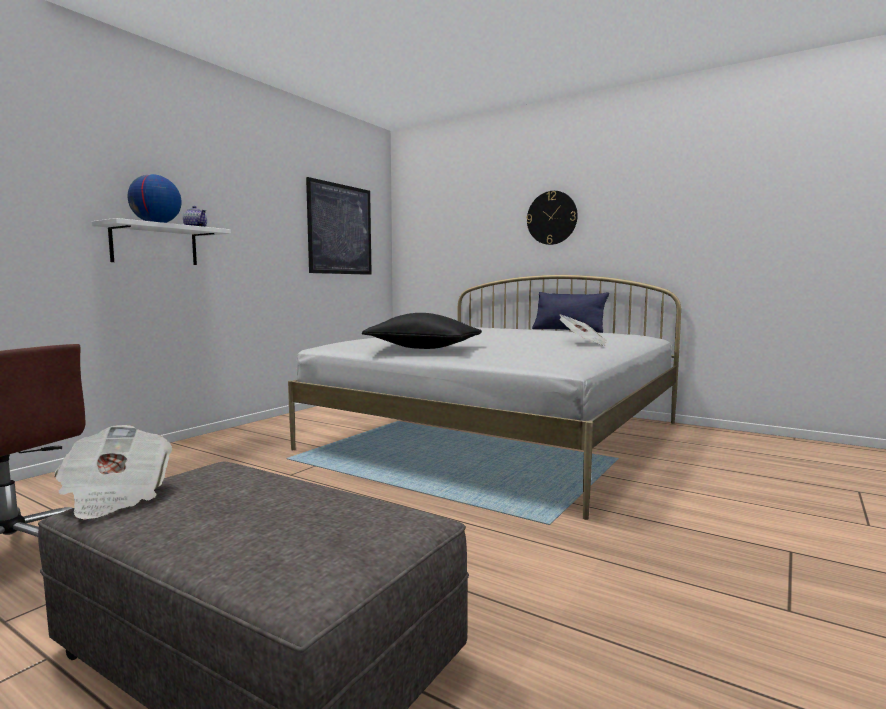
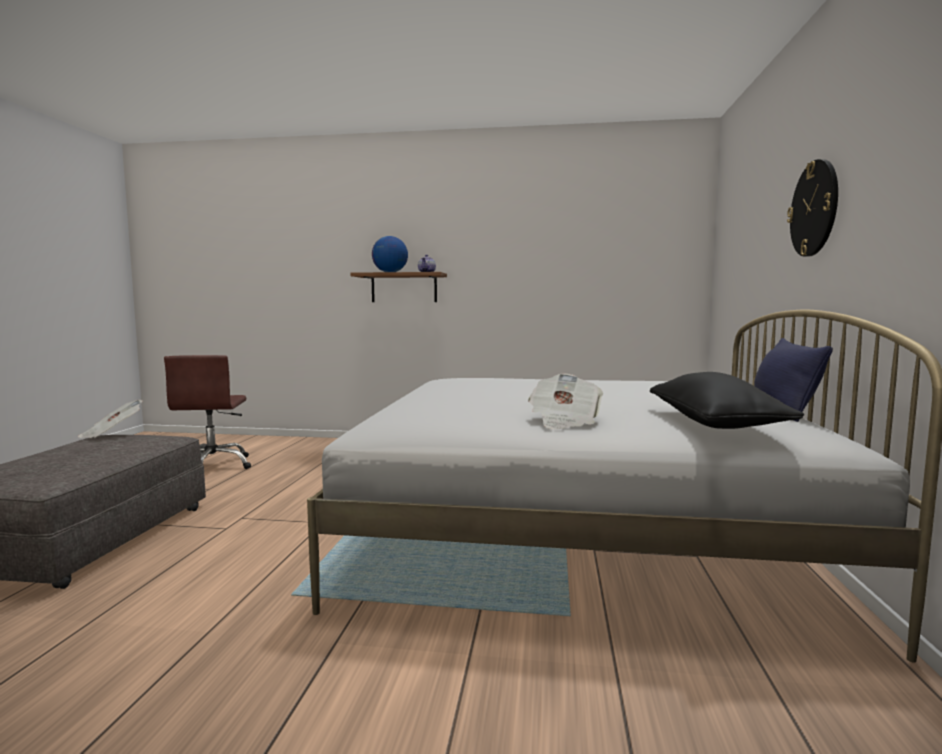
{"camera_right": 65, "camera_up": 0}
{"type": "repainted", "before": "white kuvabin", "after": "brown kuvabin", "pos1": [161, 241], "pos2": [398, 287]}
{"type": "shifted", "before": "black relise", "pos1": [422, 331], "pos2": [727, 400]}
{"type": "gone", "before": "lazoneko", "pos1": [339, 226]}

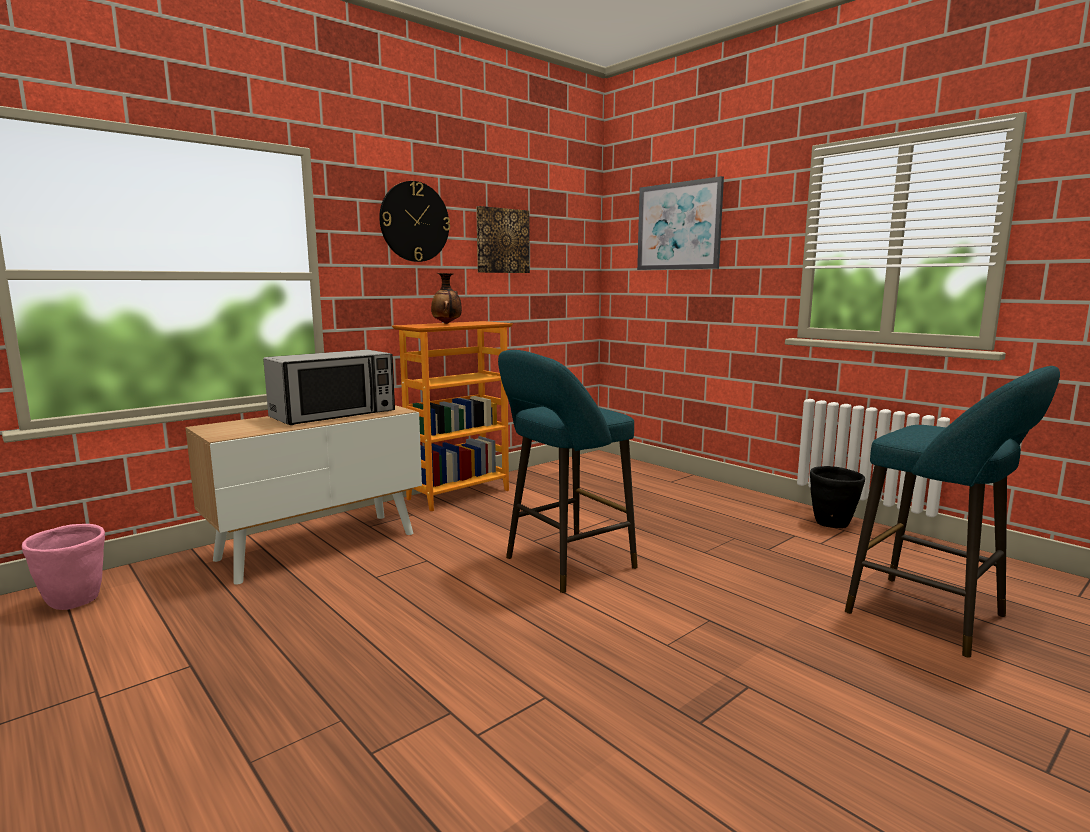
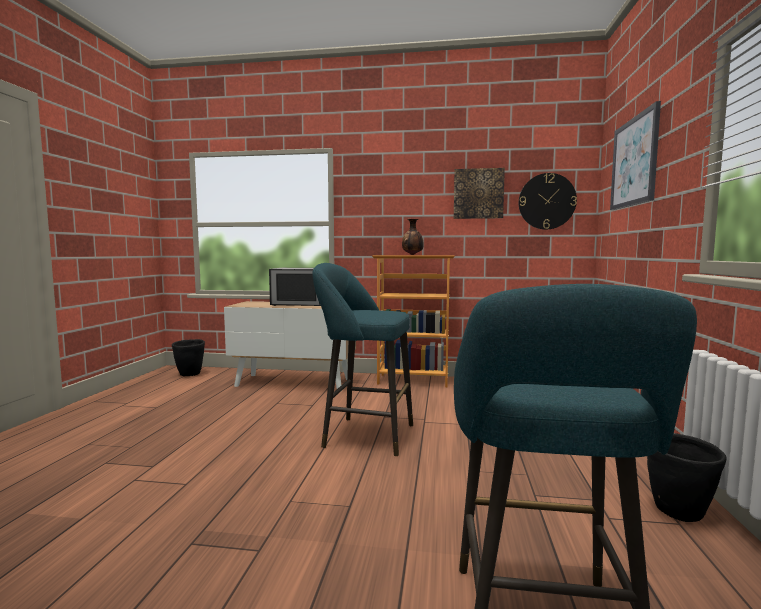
{"camera_right": 50, "camera_up": -5}
{"type": "repainted", "before": "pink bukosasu", "after": "black bukosasu", "pos1": [63, 567], "pos2": [188, 357]}
{"type": "shifted", "before": "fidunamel", "pos1": [414, 221], "pos2": [548, 201]}

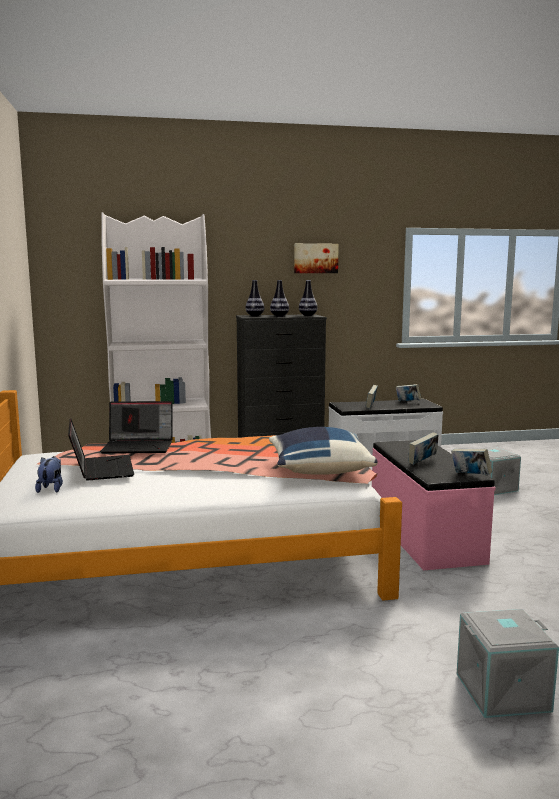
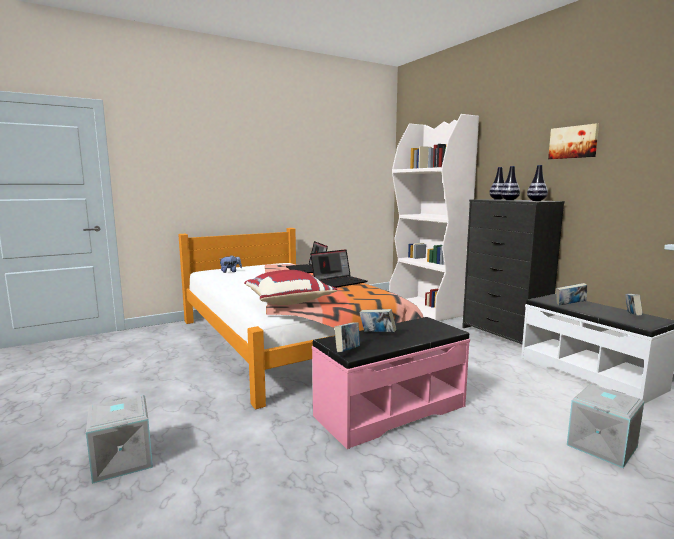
{"camera_right": 70, "camera_up": 0}
{"type": "repainted", "before": "blue relise", "after": "red relise", "pos1": [323, 451], "pos2": [290, 287]}
{"type": "shifted", "before": "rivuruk", "pos1": [101, 449], "pos2": [338, 268]}

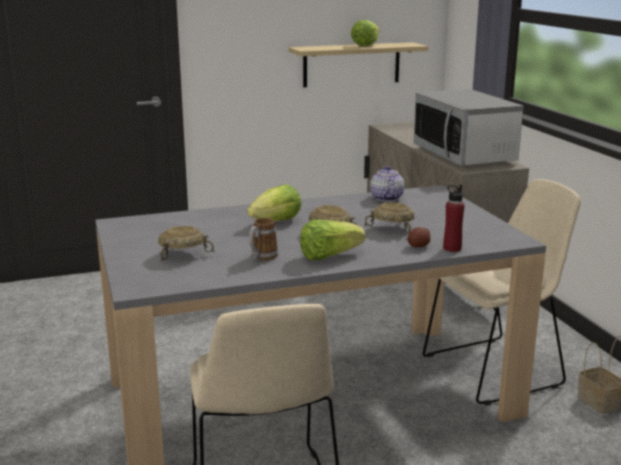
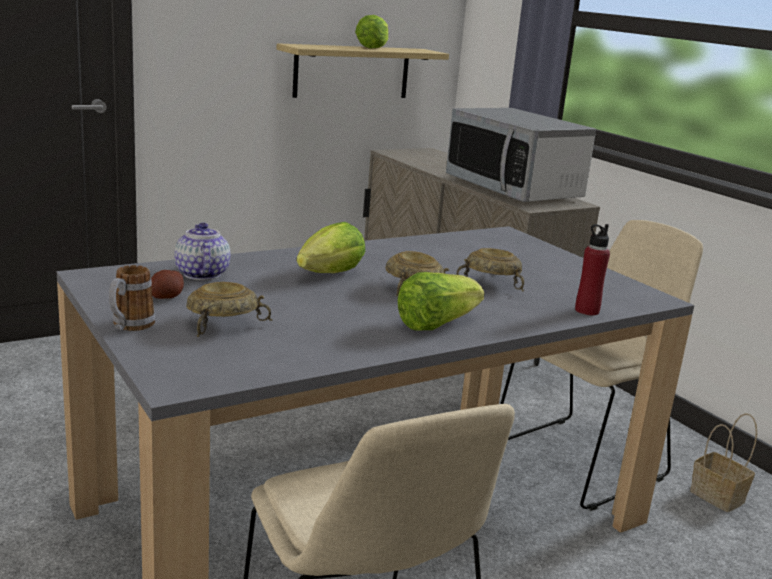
{"camera_right": -15, "camera_up": 0}
{"type": "shifted", "before": "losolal", "pos1": [263, 239], "pos2": [132, 298]}
{"type": "shifted", "before": "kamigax", "pos1": [419, 237], "pos2": [167, 284]}
{"type": "shifted", "before": "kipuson", "pos1": [387, 184], "pos2": [202, 251]}

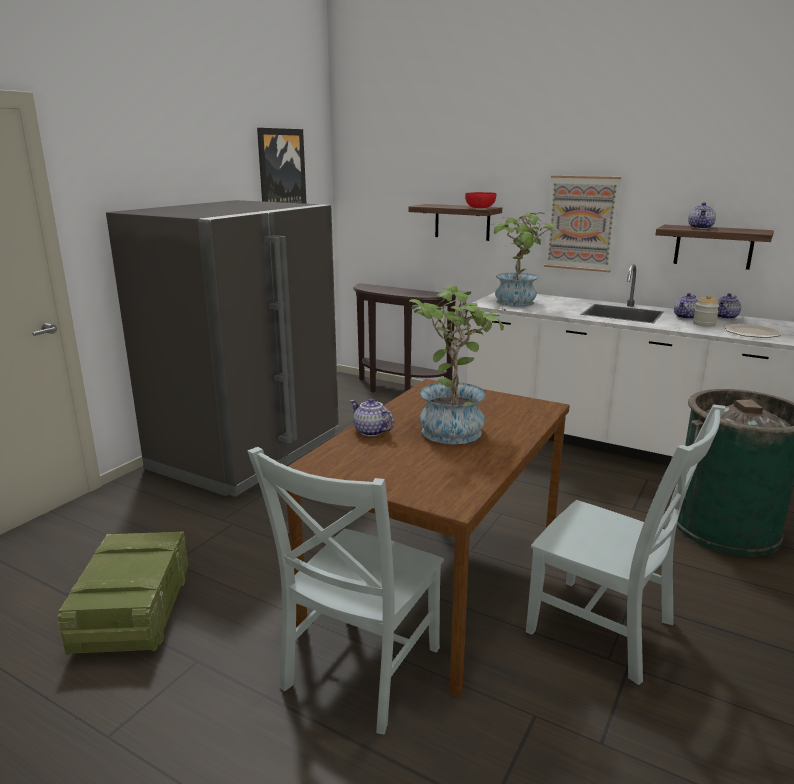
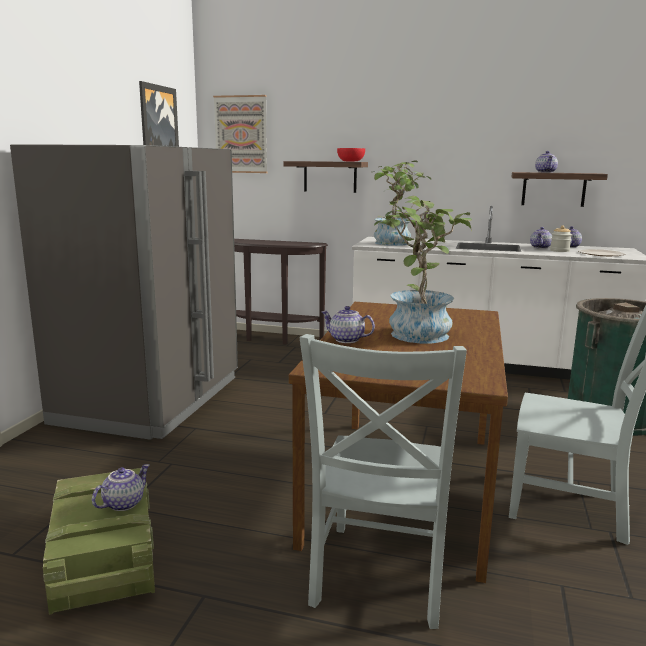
{"camera_right": -15, "camera_up": -5}
{"type": "new", "after": "kipuson", "pos2": [121, 487]}
{"type": "shifted", "before": "lazoneko", "pos1": [582, 223], "pos2": [240, 134]}

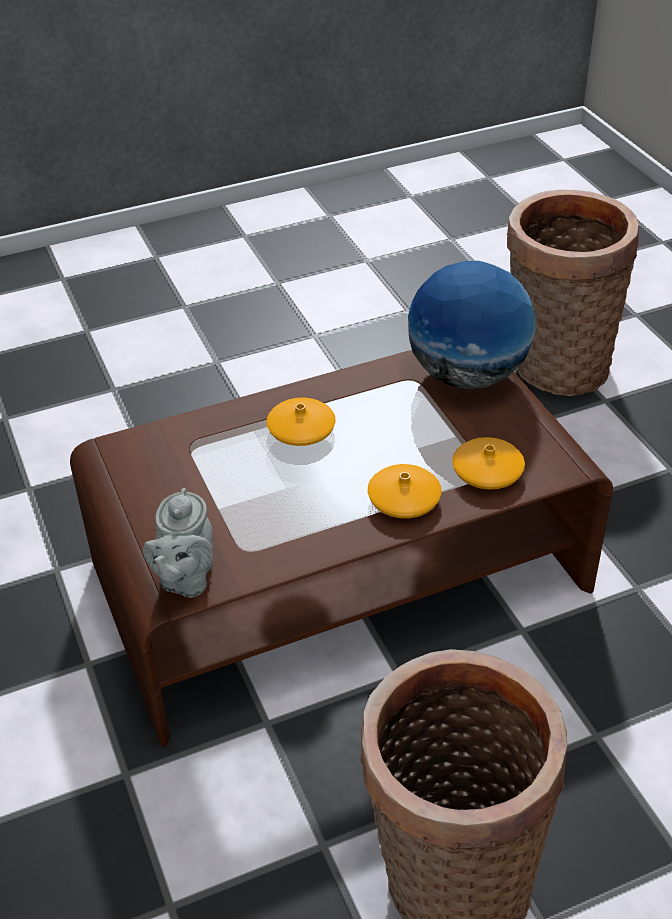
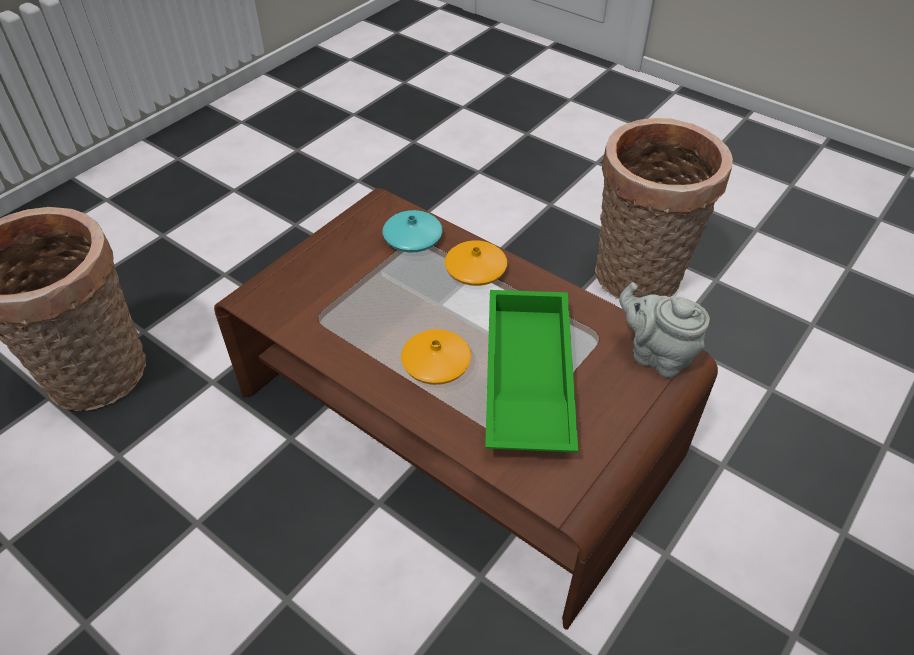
{"camera_right": -120, "camera_up": 5}
{"type": "repainted", "before": "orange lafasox", "after": "turquoise lafasox", "pos1": [488, 463], "pos2": [413, 231]}
{"type": "new", "after": "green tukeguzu", "pos2": [531, 371]}
{"type": "rotated", "before": "grey kipuson", "pos1": [178, 543], "pos2": [664, 330], "turn": -120}
{"type": "gone", "before": "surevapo", "pos1": [471, 325]}

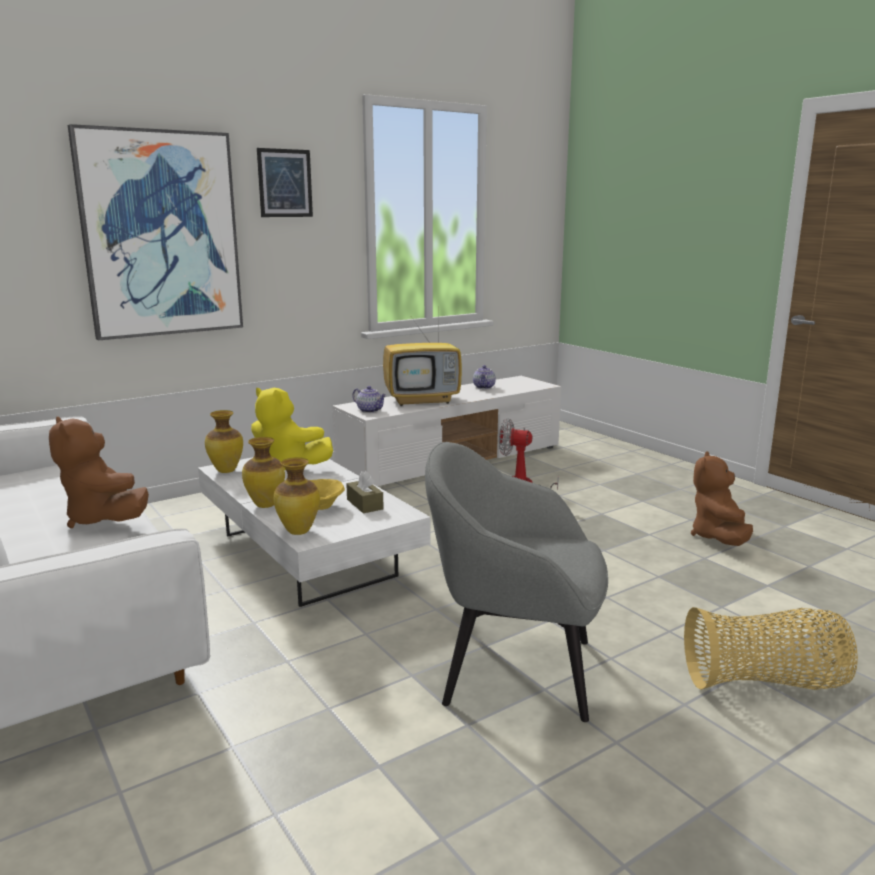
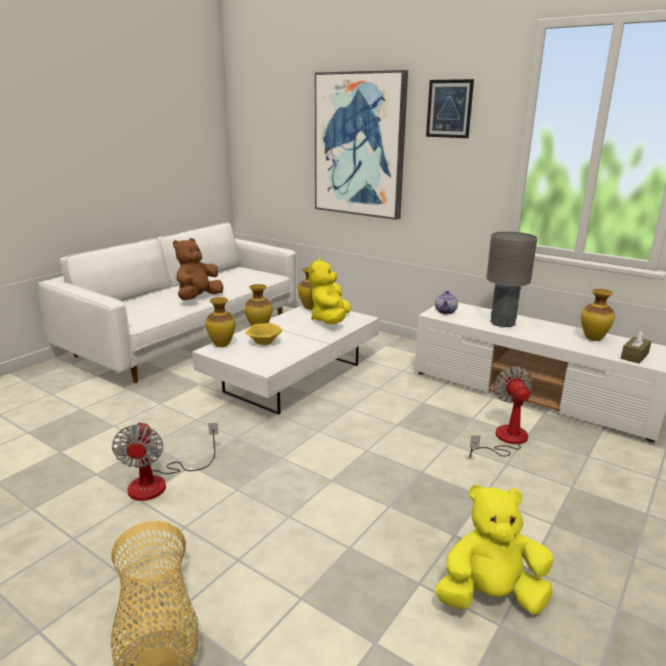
{"camera_right": 70, "camera_up": 5}
{"type": "swapped", "before": "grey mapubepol", "after": "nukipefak", "pos1": [516, 582], "pos2": [165, 461]}
{"type": "repainted", "before": "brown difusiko", "after": "yellow difusiko", "pos1": [722, 498], "pos2": [494, 549]}
{"type": "swapped", "before": "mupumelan", "after": "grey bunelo", "pos1": [422, 360], "pos2": [511, 279]}
{"type": "swapped", "before": "kipuson", "after": "lafasox", "pos1": [484, 377], "pos2": [598, 315]}
{"type": "shifted", "before": "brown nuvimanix", "pos1": [365, 492], "pos2": [636, 347]}

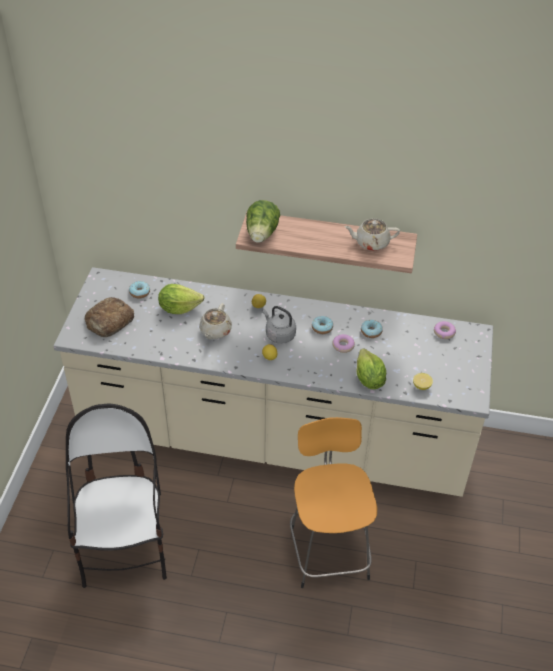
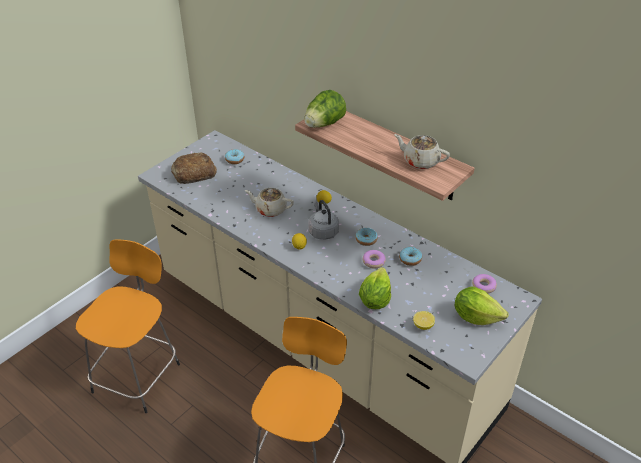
{"camera_right": 30, "camera_up": -5}
{"type": "swapped", "before": "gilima", "after": "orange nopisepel", "pos1": [116, 495], "pos2": [128, 326]}
{"type": "rotated", "before": "beige kipuson", "pos1": [215, 321], "pos2": [269, 202], "turn": 60}
{"type": "shifted", "before": "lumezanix", "pos1": [181, 299], "pos2": [481, 305]}

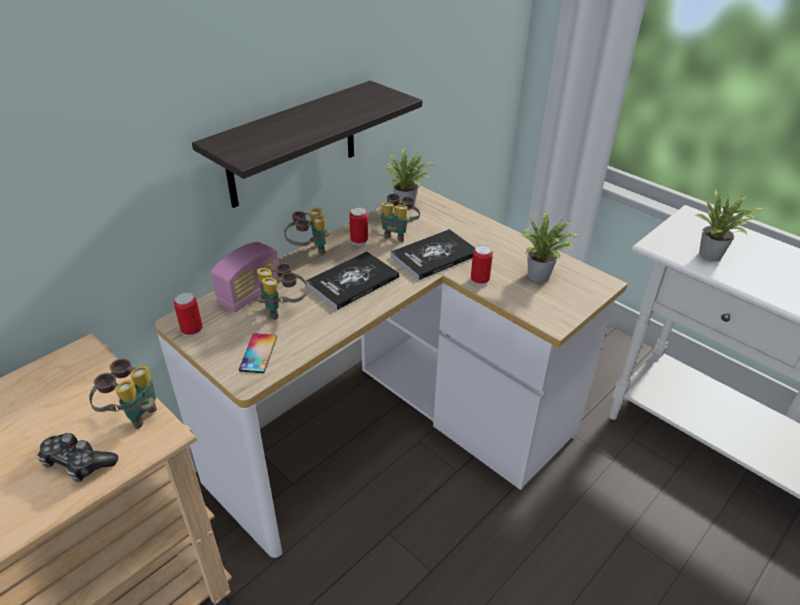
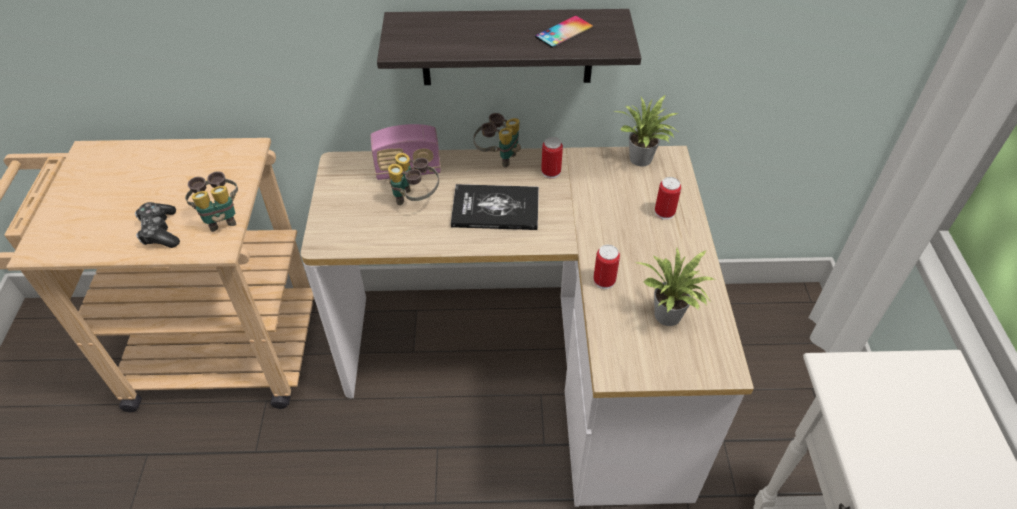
{"camera_right": 45, "camera_up": 10}
{"type": "shifted", "before": "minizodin", "pos1": [258, 353], "pos2": [564, 32]}
{"type": "shifted", "before": "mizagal", "pos1": [188, 314], "pos2": [668, 198]}
{"type": "gone", "before": "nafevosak", "pos1": [400, 218]}
{"type": "gone", "before": "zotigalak", "pos1": [433, 254]}
{"type": "gone", "before": "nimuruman", "pos1": [729, 225]}

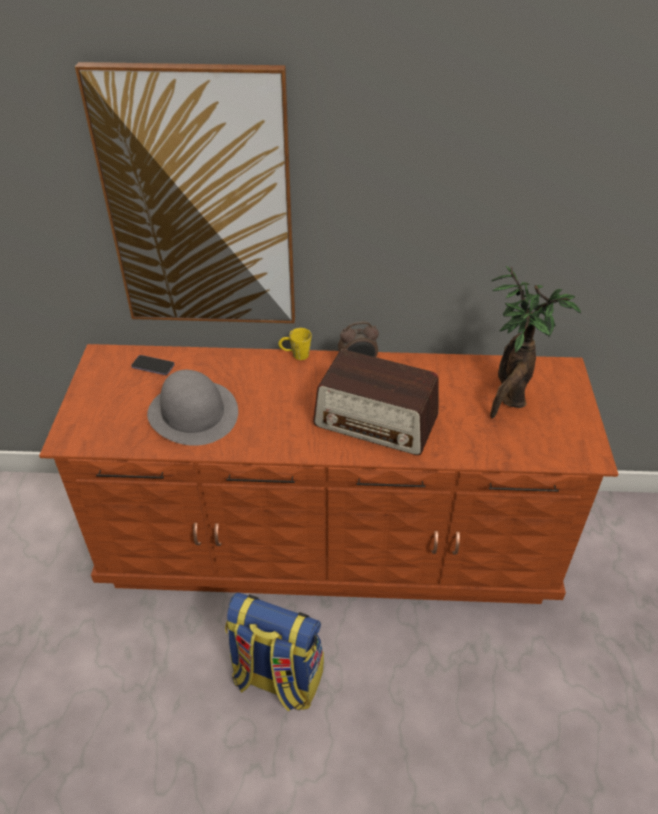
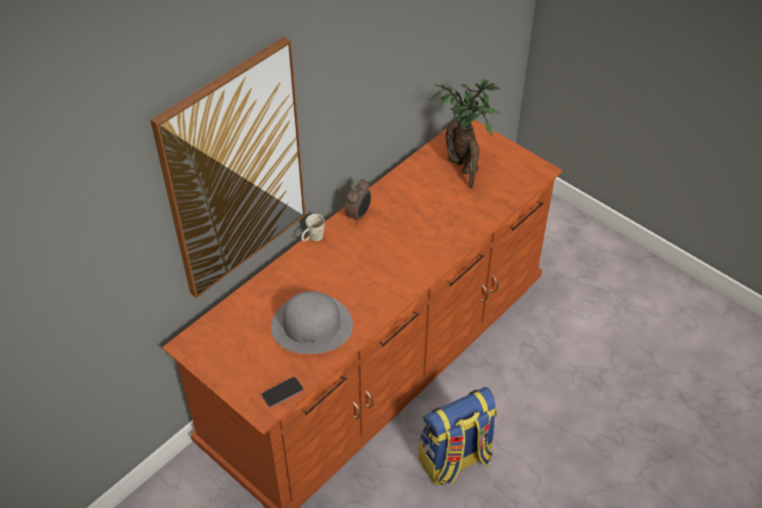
{"camera_right": -50, "camera_up": 5}
{"type": "shifted", "before": "minizodin", "pos1": [153, 365], "pos2": [282, 392]}
{"type": "repainted", "before": "yellow losolal", "after": "white losolal", "pos1": [295, 344], "pos2": [313, 227]}
{"type": "gone", "before": "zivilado", "pos1": [376, 402]}

